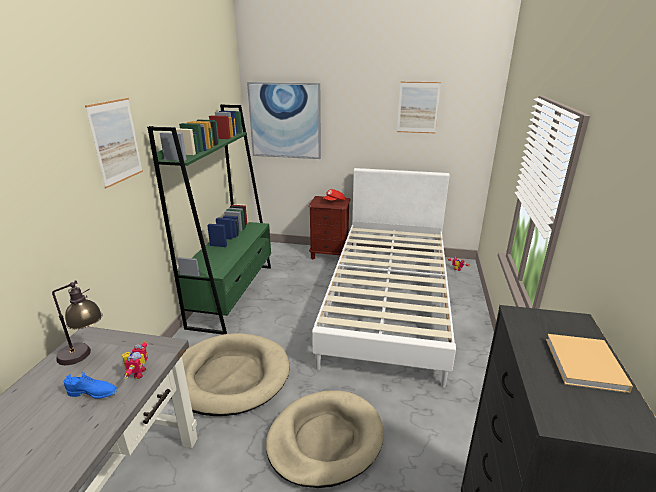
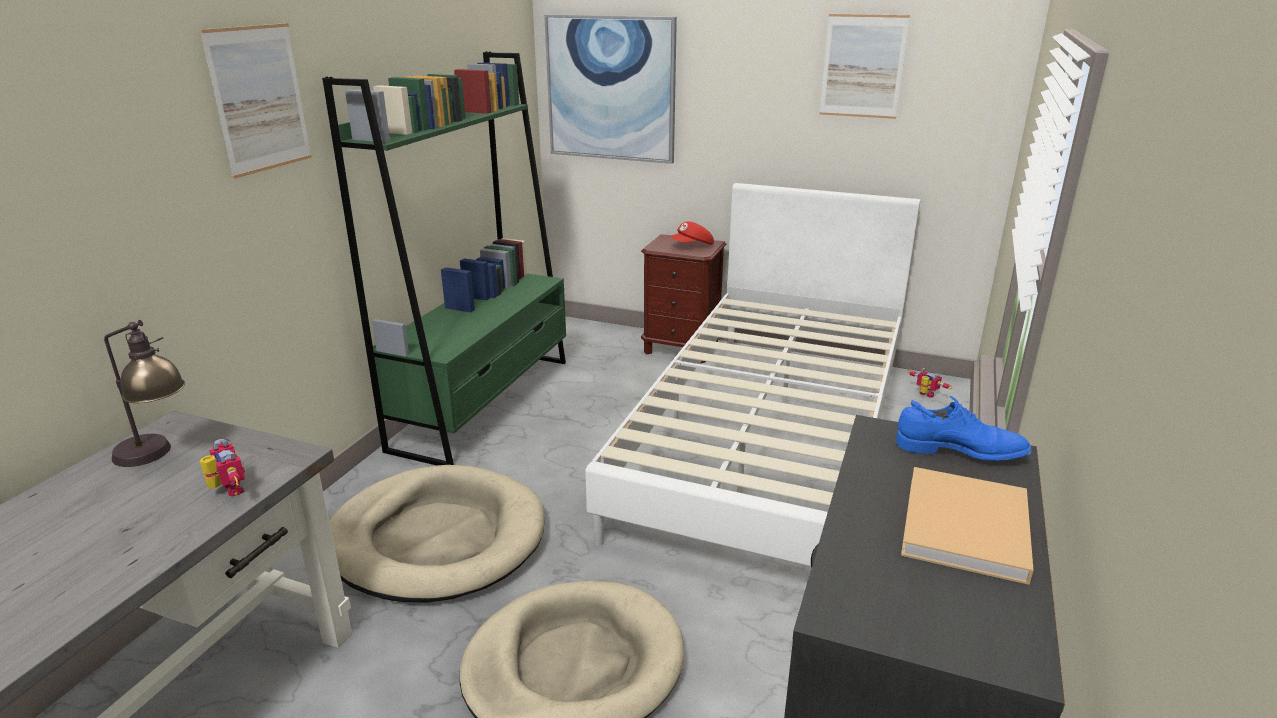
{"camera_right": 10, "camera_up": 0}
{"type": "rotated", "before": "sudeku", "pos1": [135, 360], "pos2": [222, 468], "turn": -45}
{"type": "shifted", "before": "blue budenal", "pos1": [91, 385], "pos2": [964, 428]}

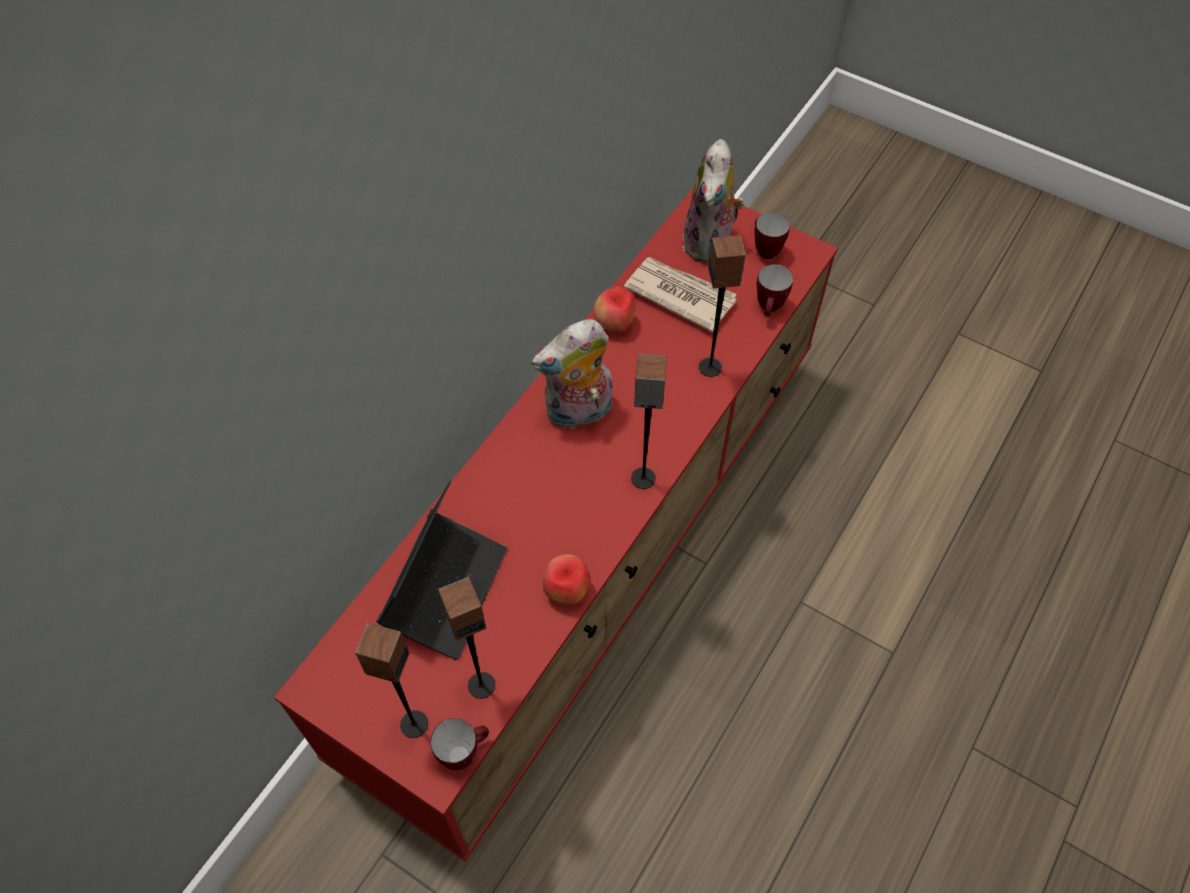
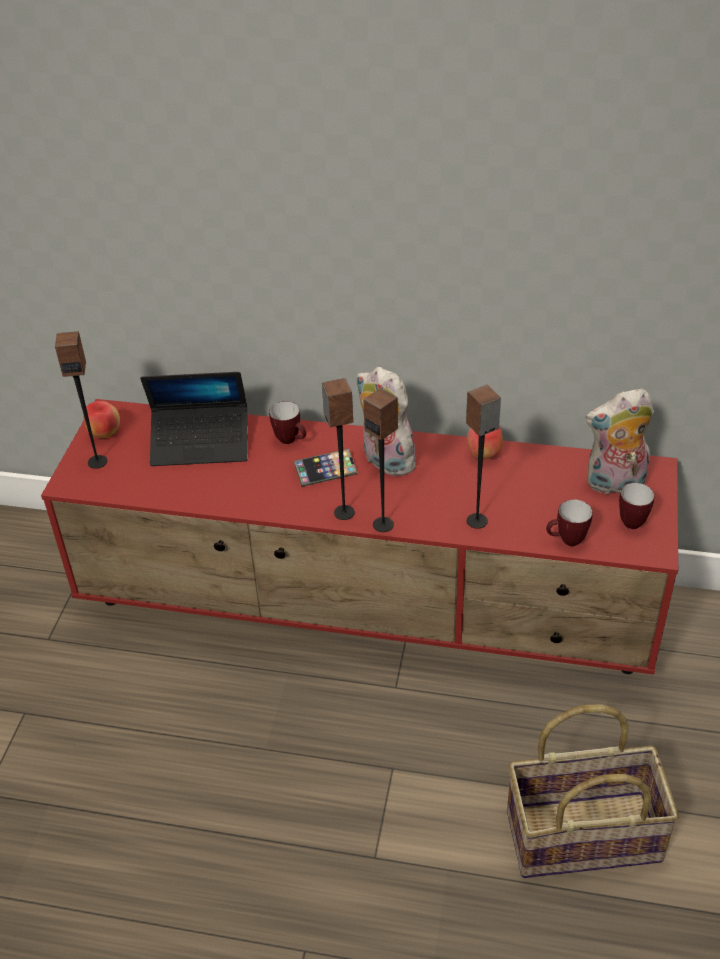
{"camera_right": 70, "camera_up": -15}
{"type": "shifted", "before": "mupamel", "pos1": [566, 579], "pos2": [102, 419]}
{"type": "shifted", "before": "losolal", "pos1": [459, 744], "pos2": [287, 422]}
{"type": "new", "after": "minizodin", "pos2": [325, 468]}
{"type": "shifted", "before": "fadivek", "pos1": [466, 638], "pos2": [380, 460]}
{"type": "new", "after": "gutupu", "pos2": [593, 791]}
{"type": "gone", "before": "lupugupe", "pos1": [680, 294]}

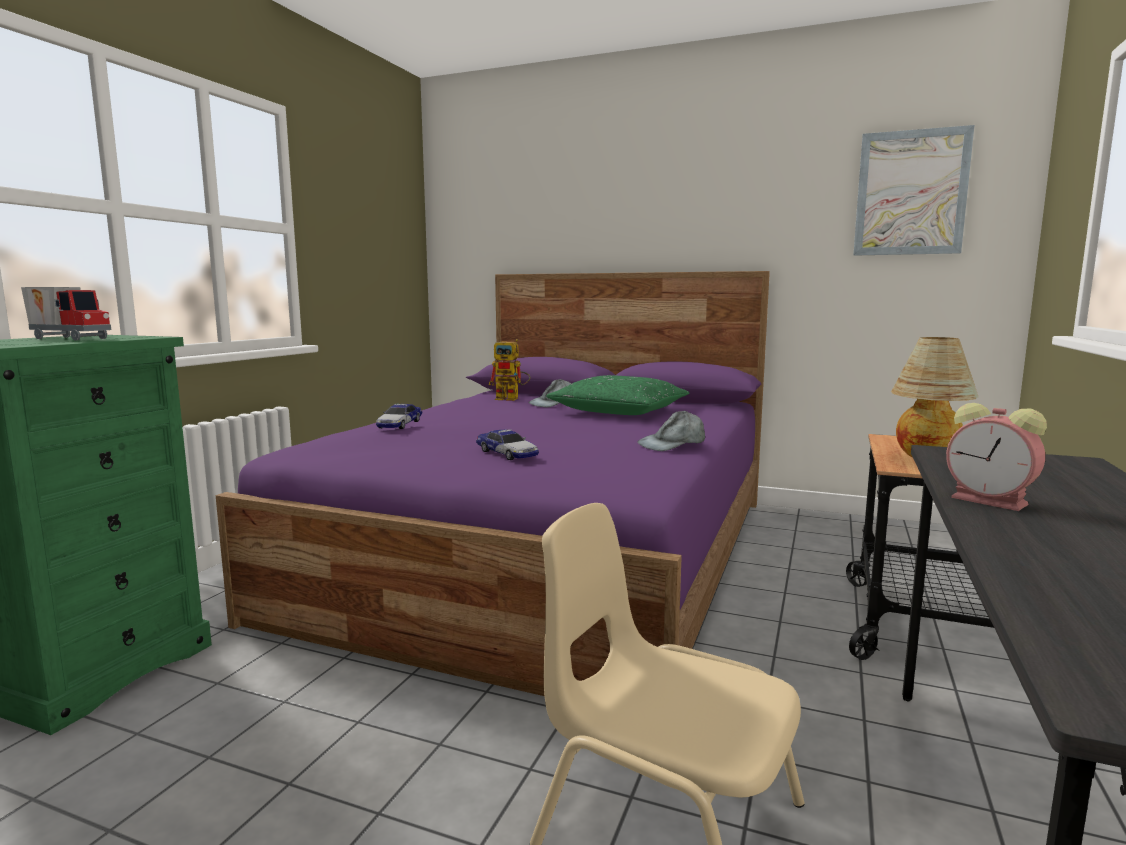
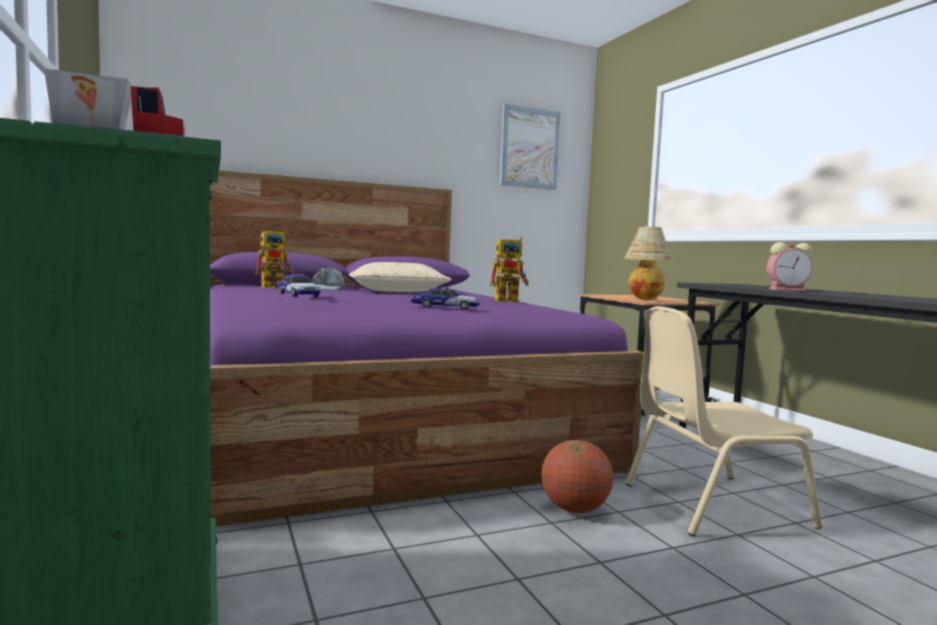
{"camera_right": -45, "camera_up": -5}
{"type": "repainted", "before": "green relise", "after": "beige relise", "pos1": [618, 395], "pos2": [400, 277]}
{"type": "swapped", "before": "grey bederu", "after": "sudeku", "pos1": [671, 431], "pos2": [509, 269]}
{"type": "new", "after": "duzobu", "pos2": [577, 476]}

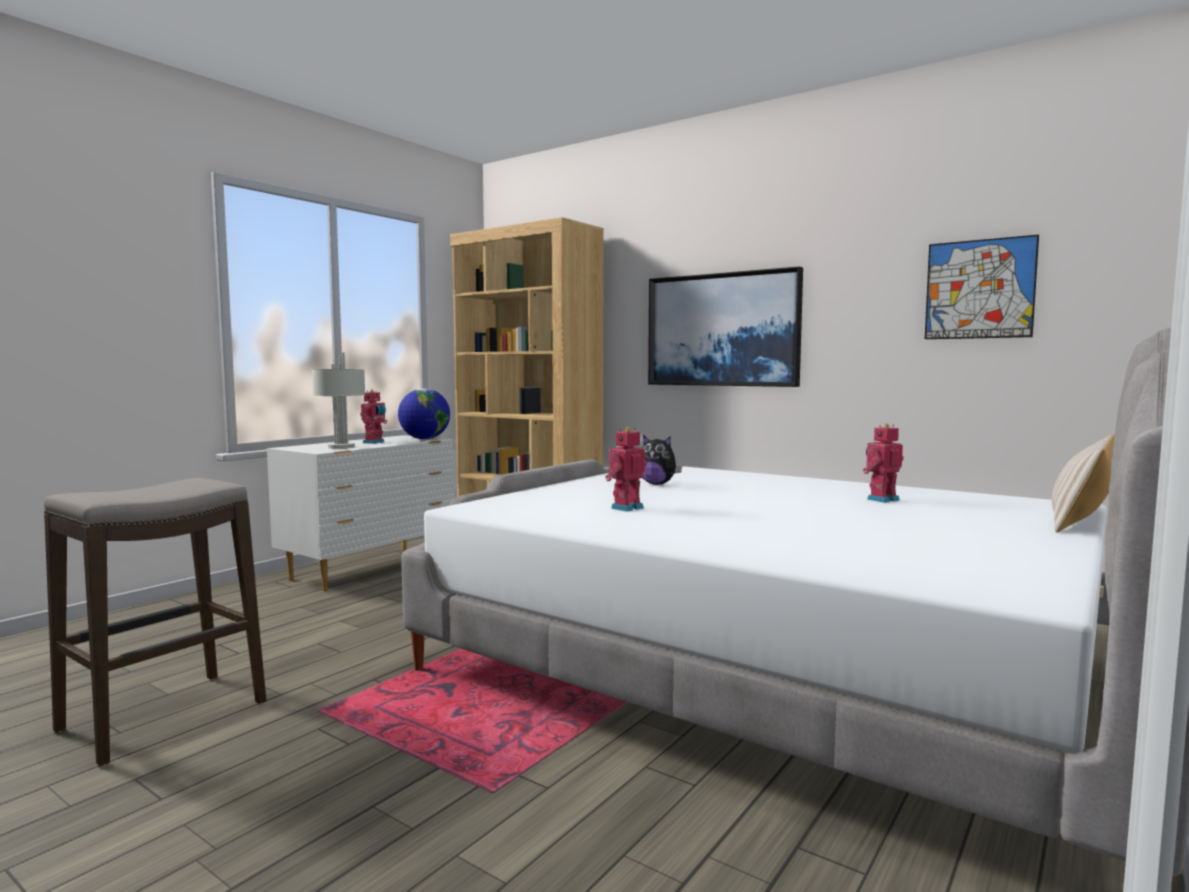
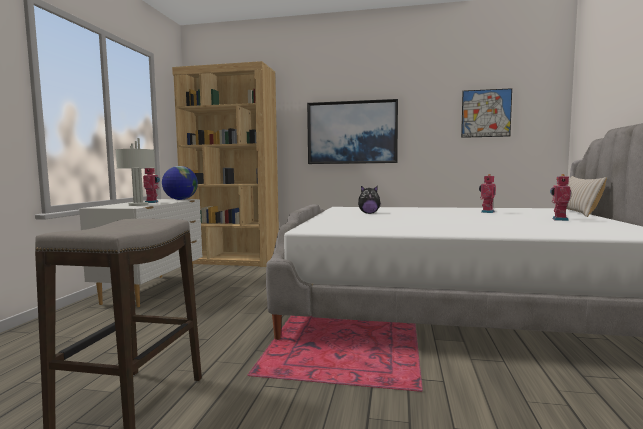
{"camera_right": -25, "camera_up": 0}
{"type": "shifted", "before": "sudeku", "pos1": [626, 469], "pos2": [560, 197]}

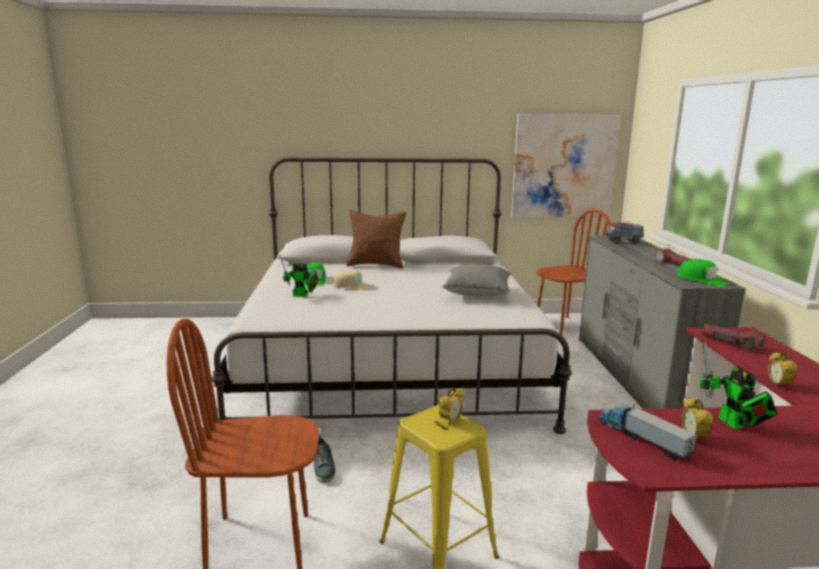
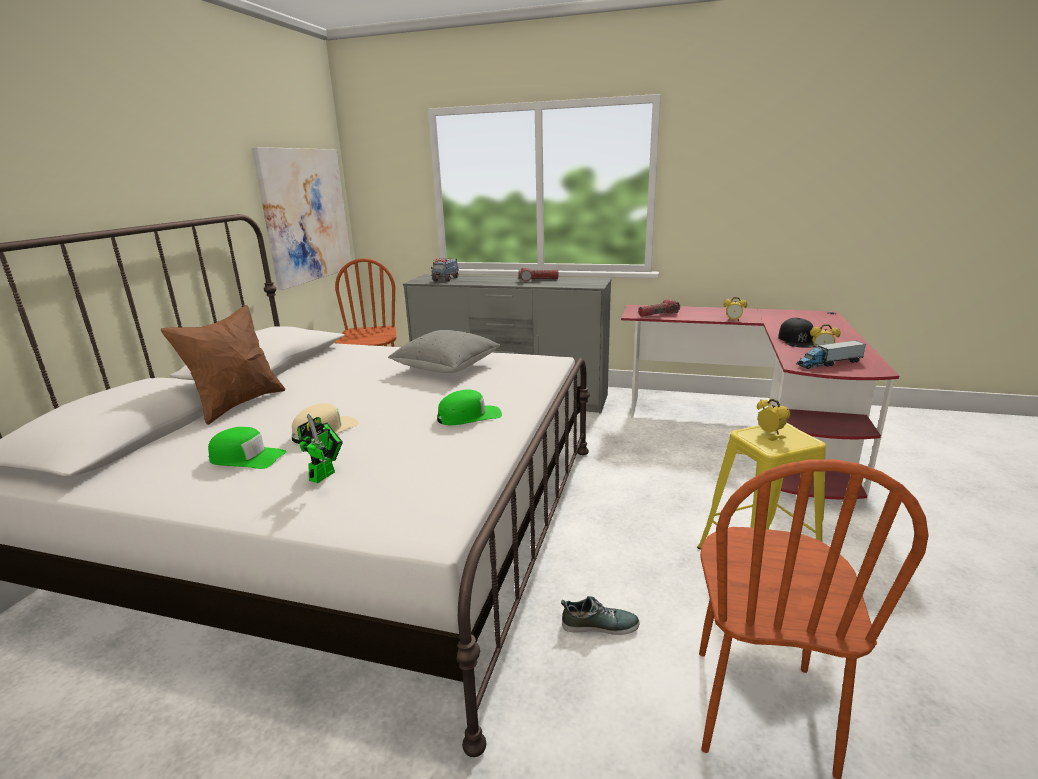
{"camera_right": -70, "camera_up": 5}
{"type": "shifted", "before": "green bederu", "pos1": [703, 273], "pos2": [469, 407]}
{"type": "swapped", "before": "sudeku", "after": "black bederu", "pos1": [738, 385], "pos2": [796, 333]}

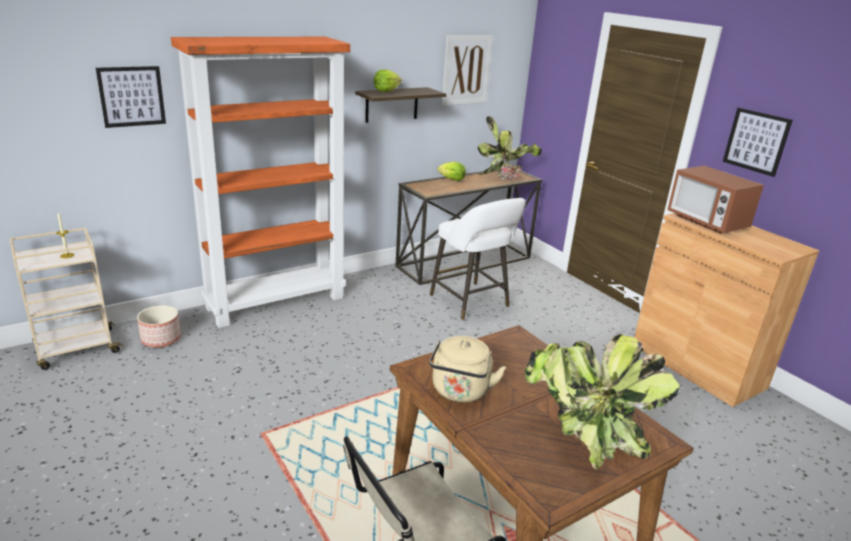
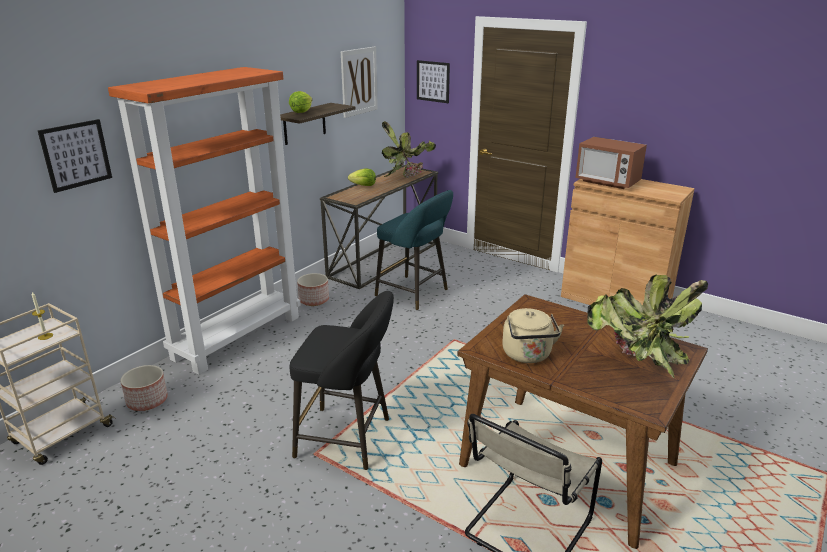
{"camera_right": -20, "camera_up": 0}
{"type": "new", "after": "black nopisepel", "pos2": [341, 380]}
{"type": "new", "after": "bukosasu", "pos2": [313, 289]}
{"type": "repainted", "before": "white nopisepel", "after": "turquoise nopisepel", "pos1": [478, 259], "pos2": [414, 250]}
{"type": "shifted", "before": "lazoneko", "pos1": [758, 142], "pos2": [433, 81]}

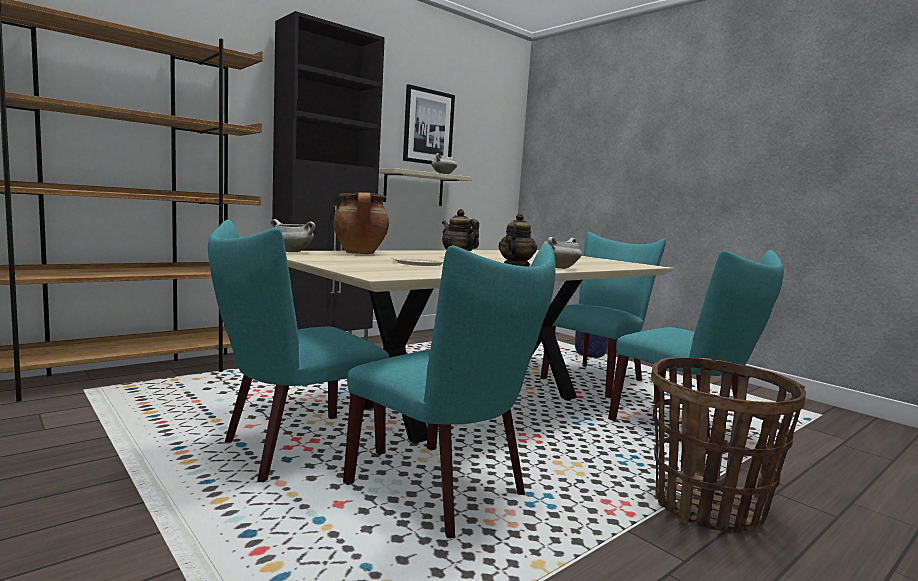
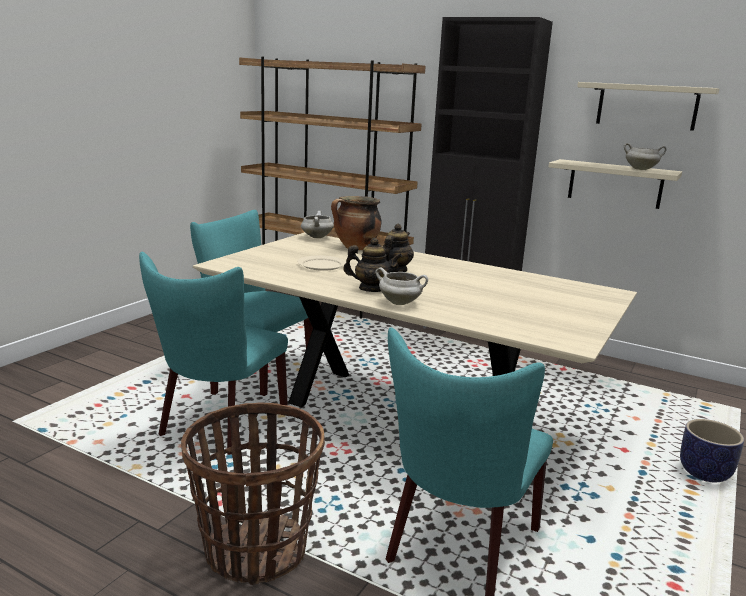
{"camera_right": 70, "camera_up": 10}
{"type": "swapped", "before": "lazoneko", "after": "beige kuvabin", "pos1": [429, 124], "pos2": [648, 106]}
{"type": "gone", "before": "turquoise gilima", "pos1": [603, 315]}

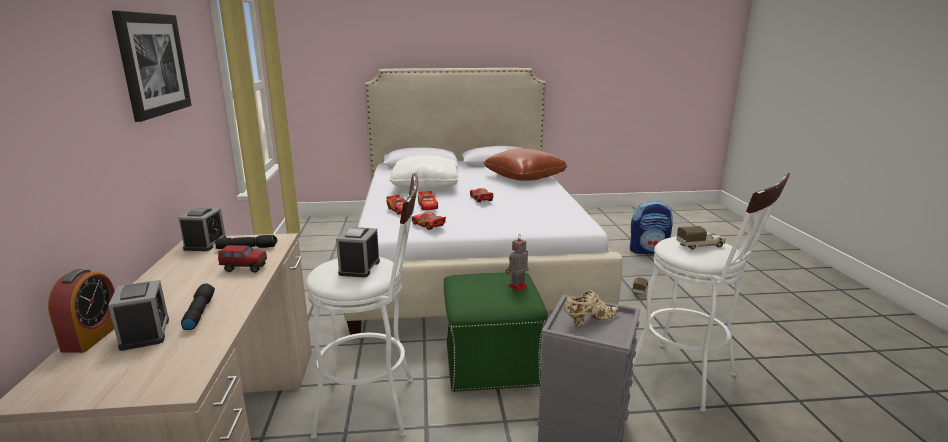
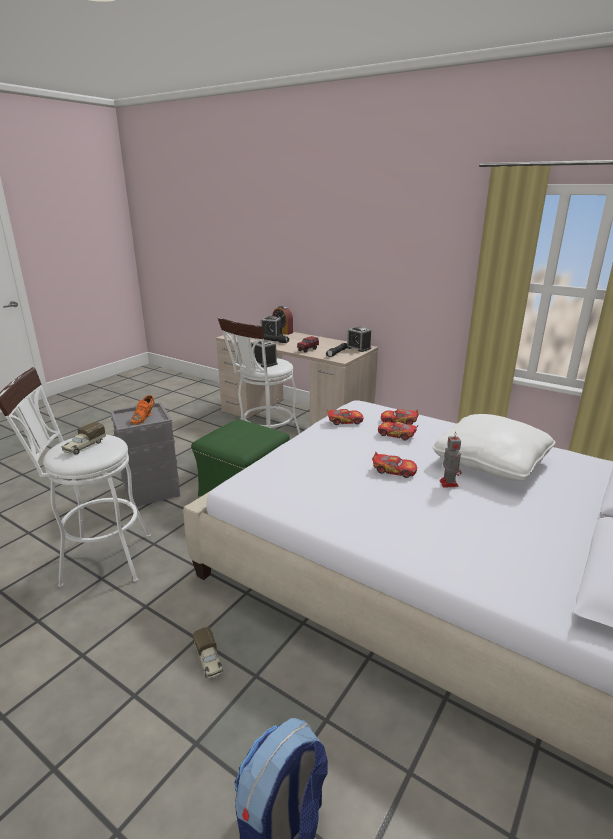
{"camera_right": 130, "camera_up": 5}
{"type": "repainted", "before": "beige budenal", "after": "orange budenal", "pos1": [591, 308], "pos2": [142, 410]}
{"type": "shifted", "before": "sudeku", "pos1": [517, 263], "pos2": [450, 461]}
{"type": "gone", "before": "lazoneko", "pos1": [152, 66]}
{"type": "gone", "before": "brown relise", "pos1": [525, 164]}

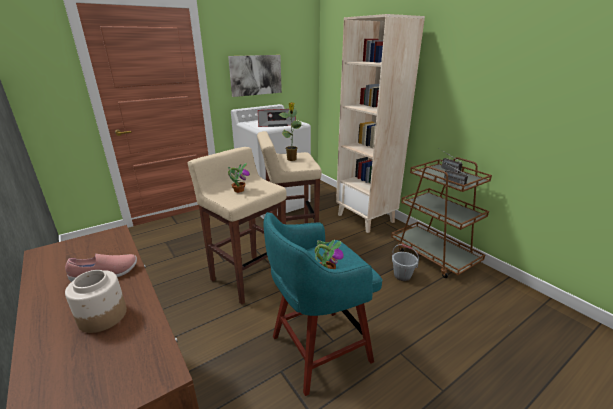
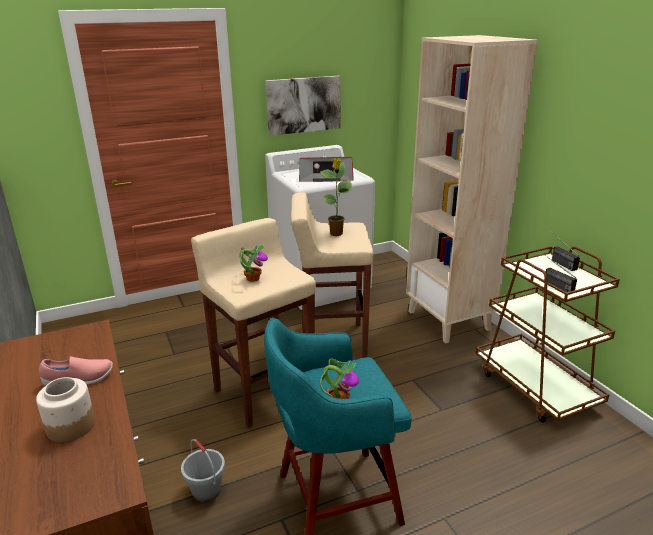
{"camera_right": 10, "camera_up": 0}
{"type": "shifted", "before": "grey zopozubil", "pos1": [405, 262], "pos2": [203, 470]}

